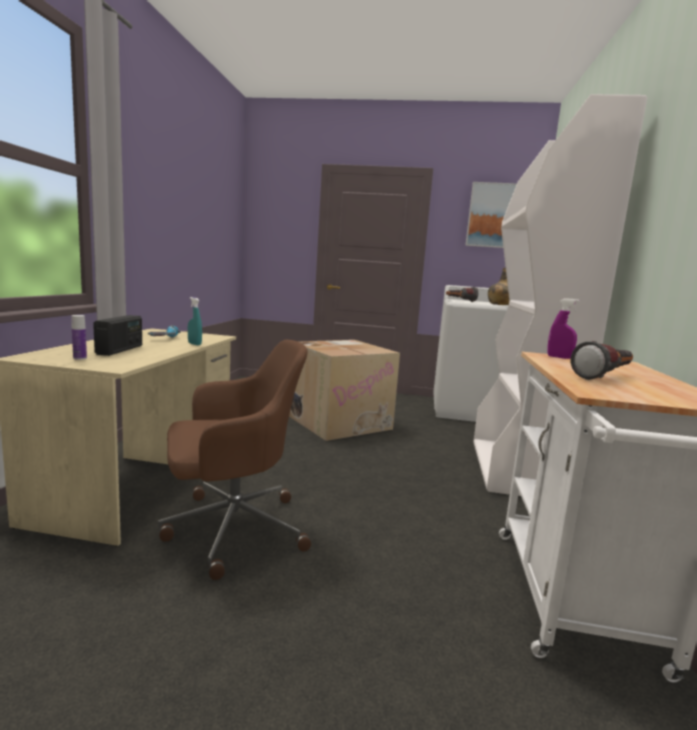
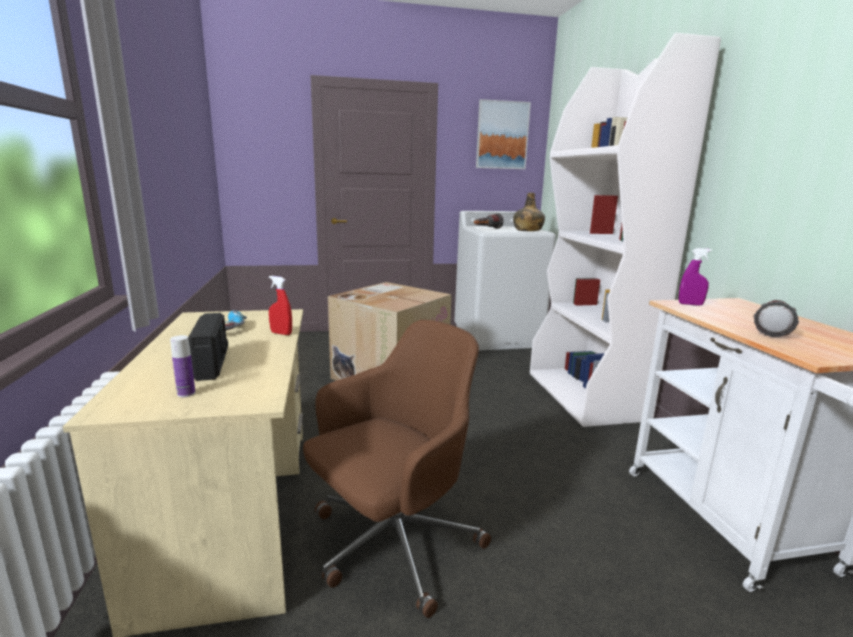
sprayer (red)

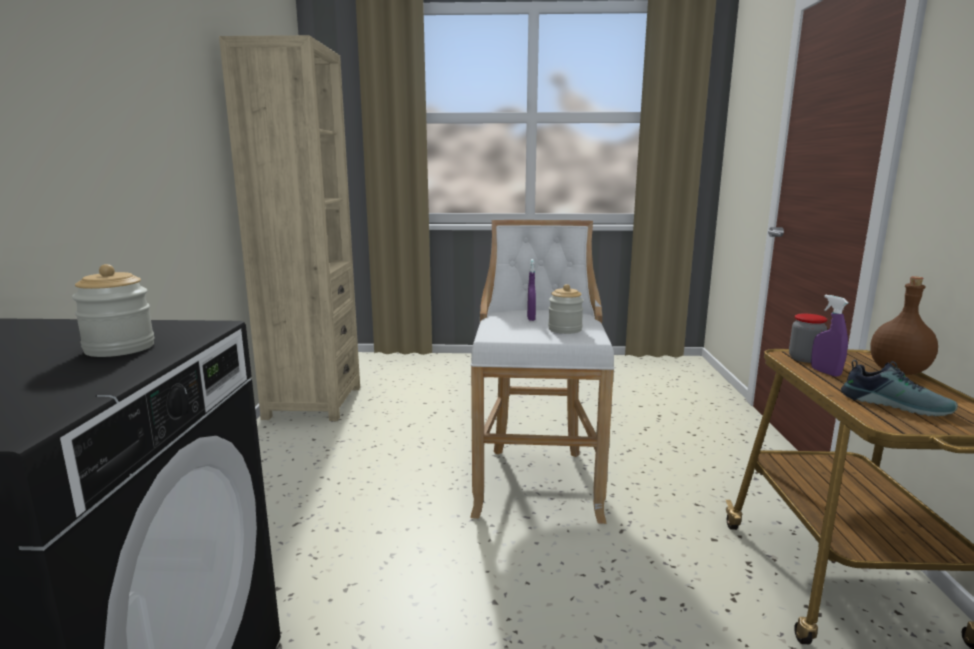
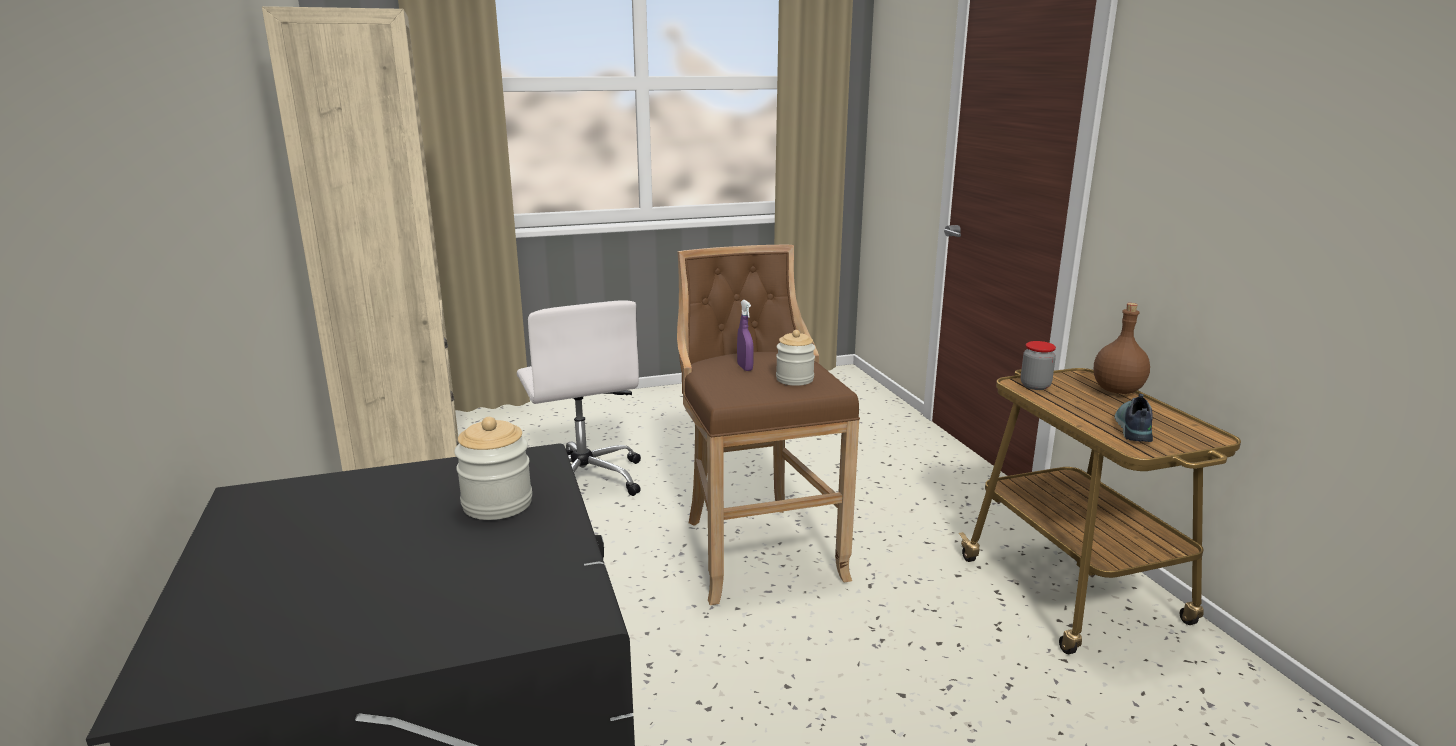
desk chair (whitish); stool (brown); low shoe; sprayer (purple-coloured) (2nd from left in the first image)

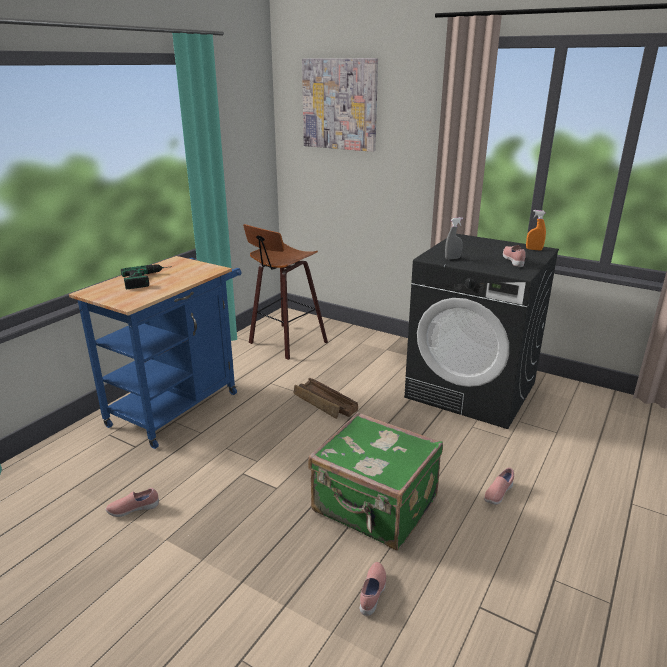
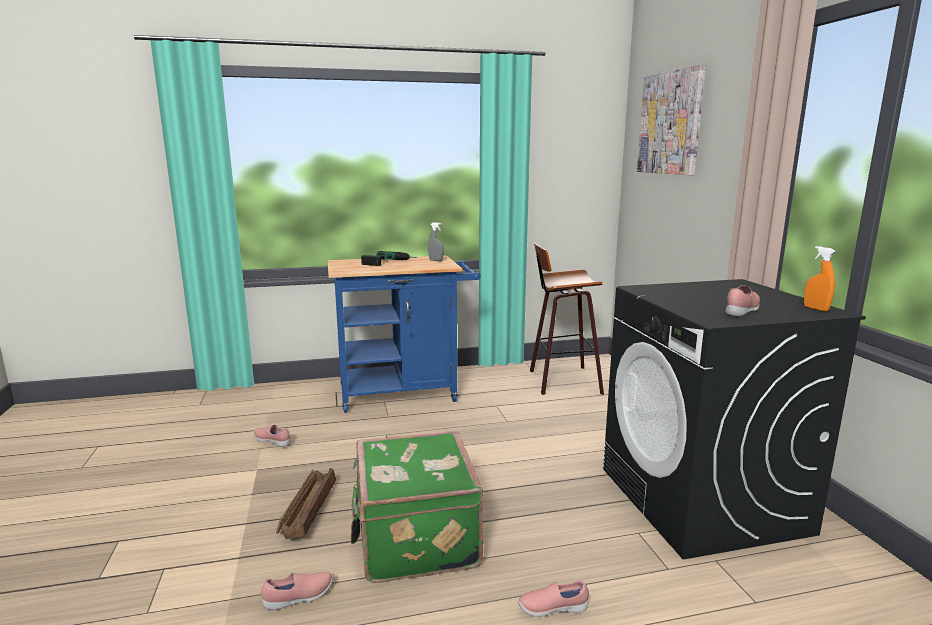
crate; sprayer (greyish)

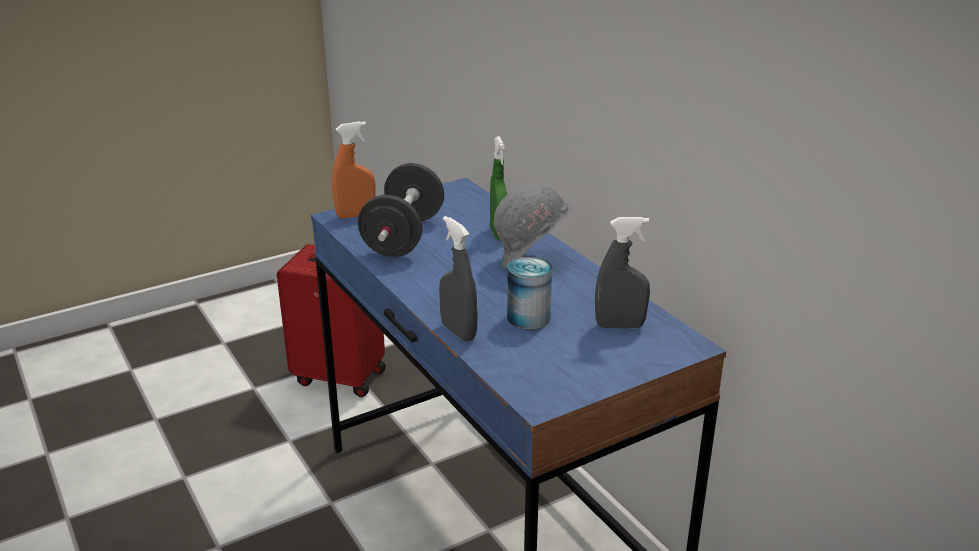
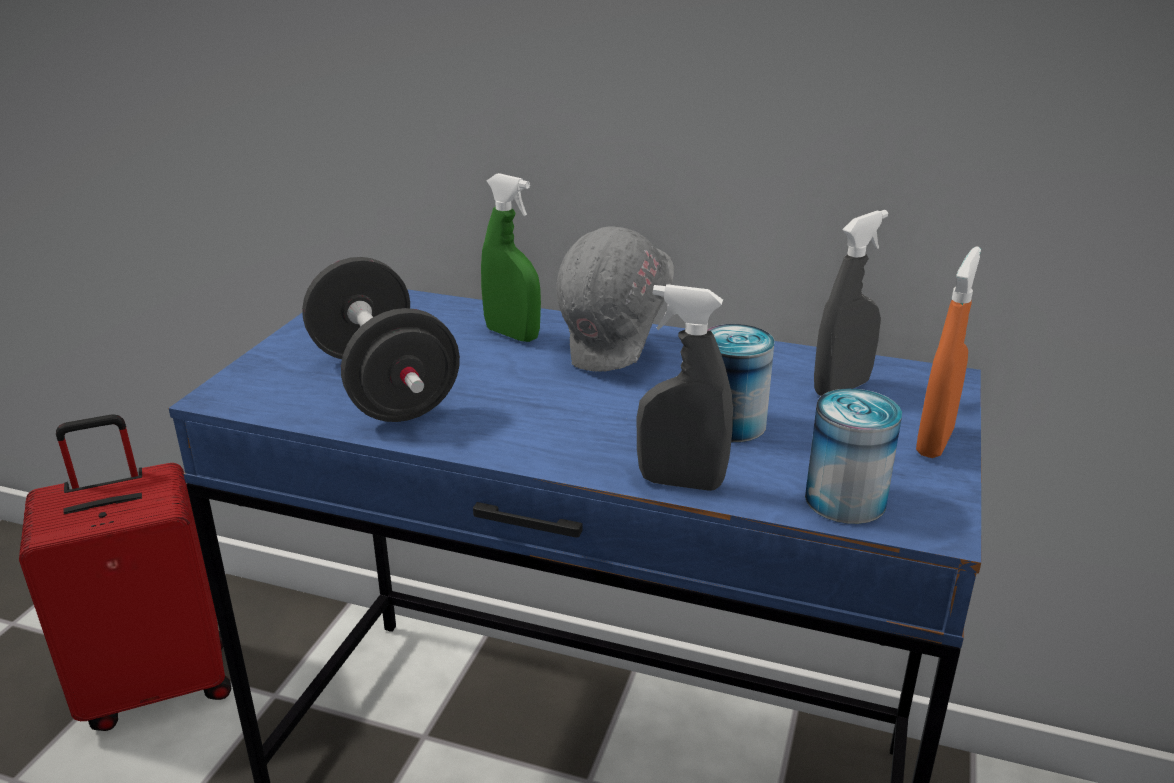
metal can (2nd from left); sprayer (orange-coloured)

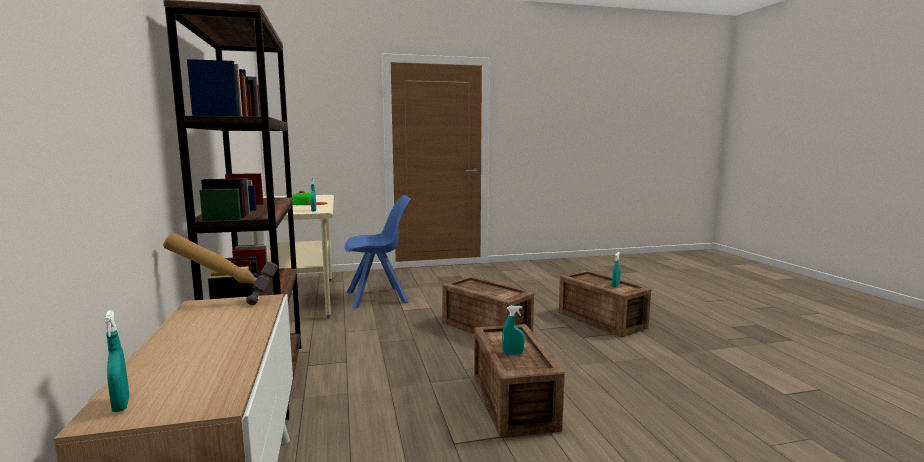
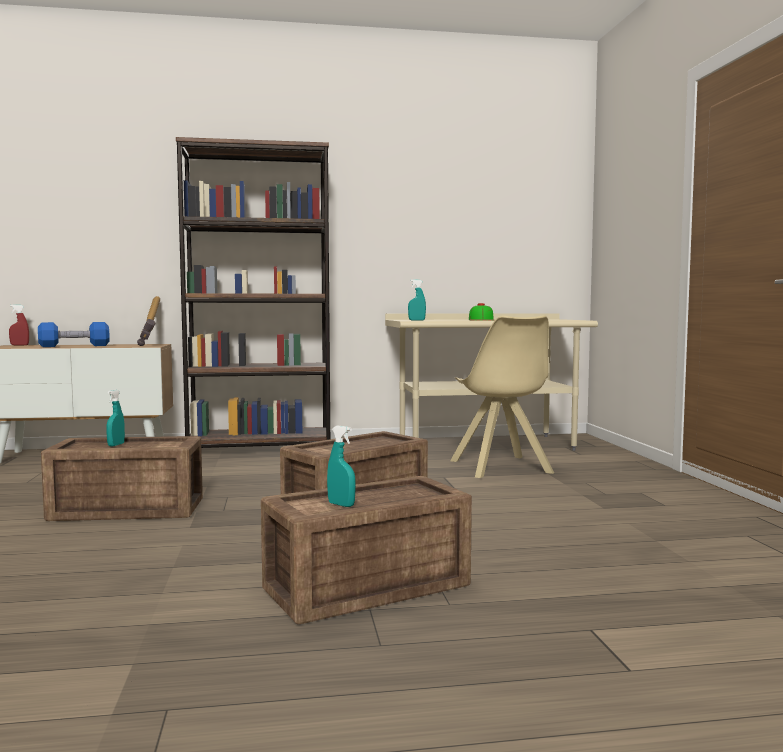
sprayer (red); dumbbell (bluish); upright chair (beige-coloured)

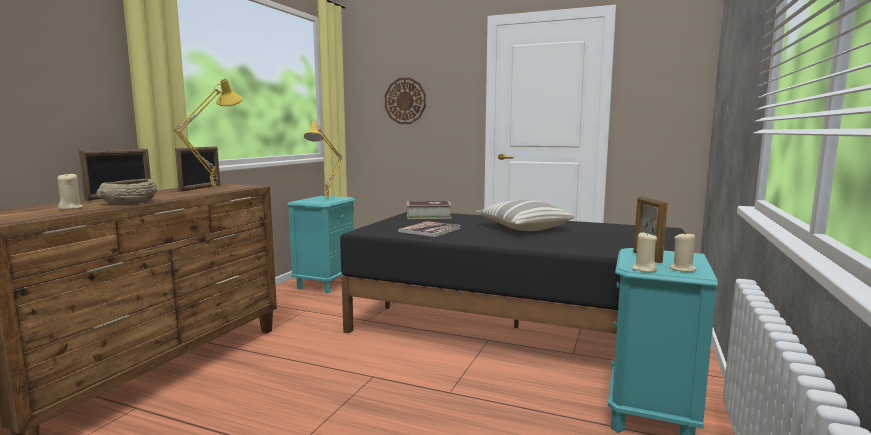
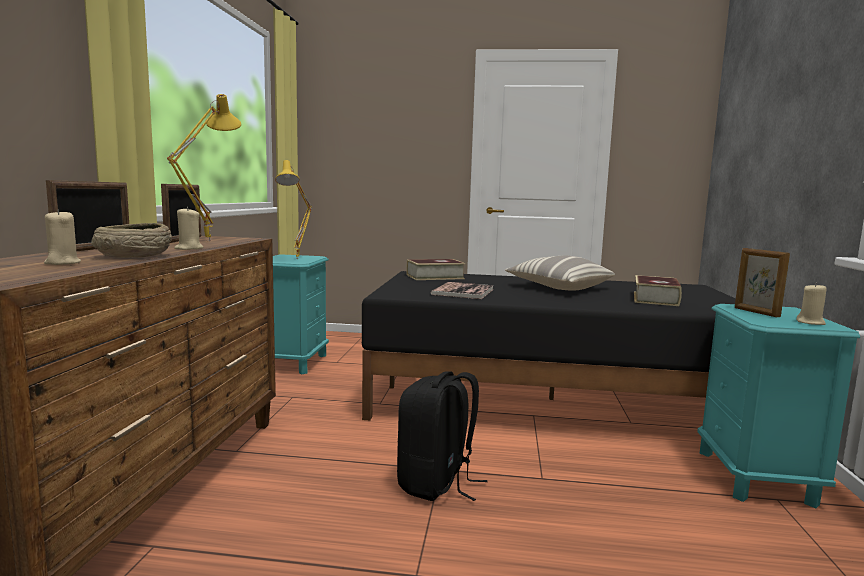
wax candle (beige-coloured) (2nd from left); knapsack (blackish); volume (3rd from left); clock on the wall

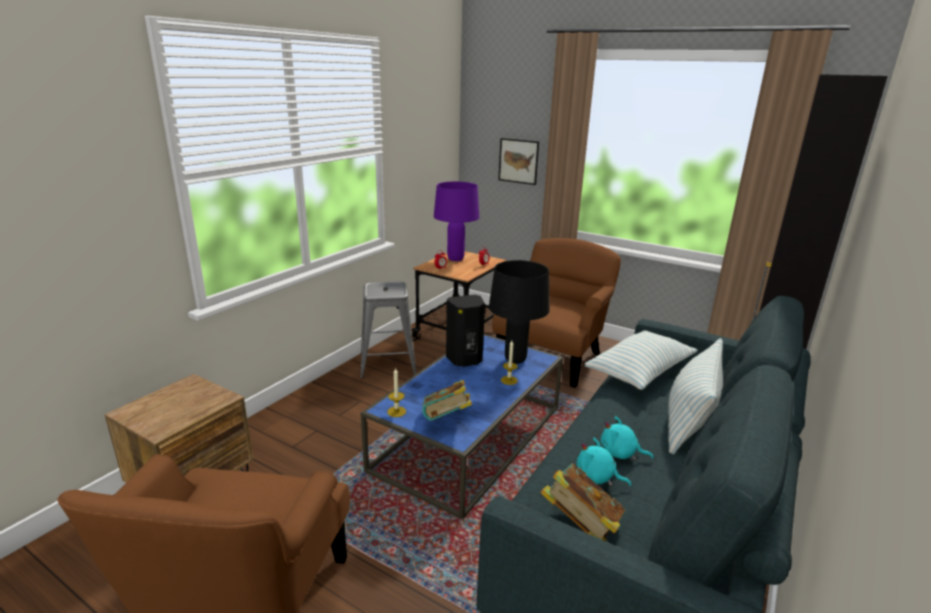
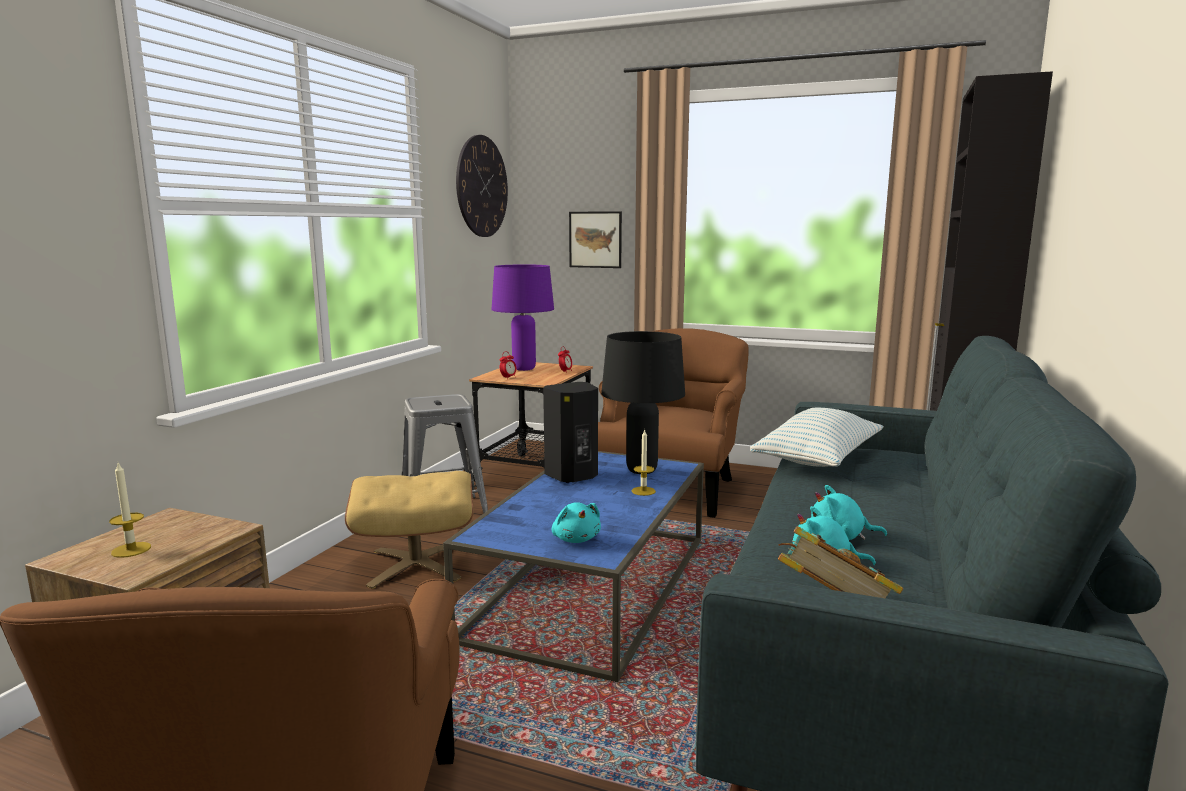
wax candle (1st from left); pouffe (beige-coloured); clock on the wall; soft toy (blue-green) (1st from left); cushion (2nd from left in the first image)

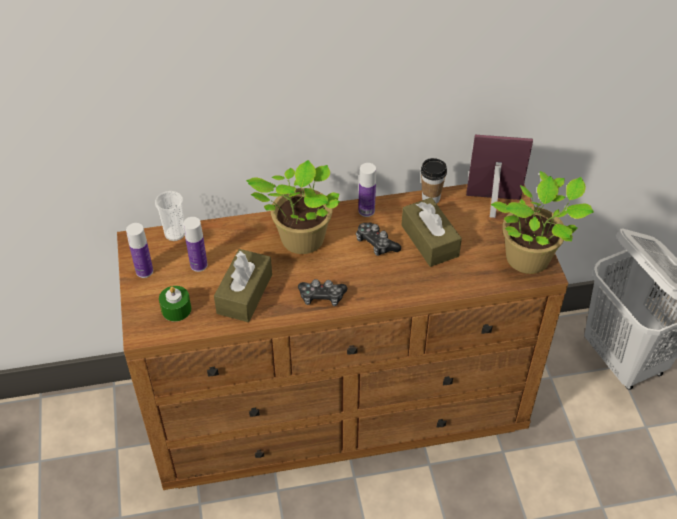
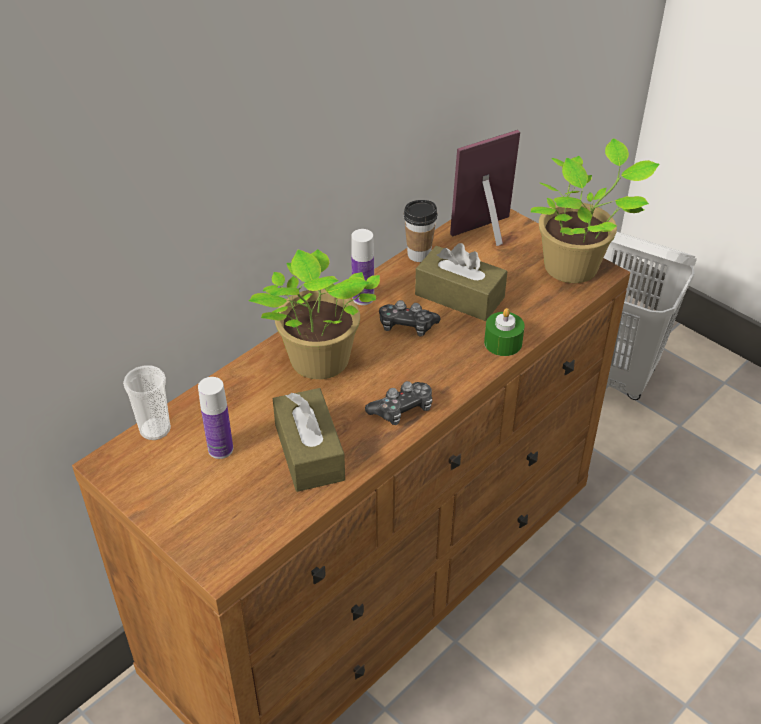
wax candle (greenish); drink bottle (1st from left in the first image)

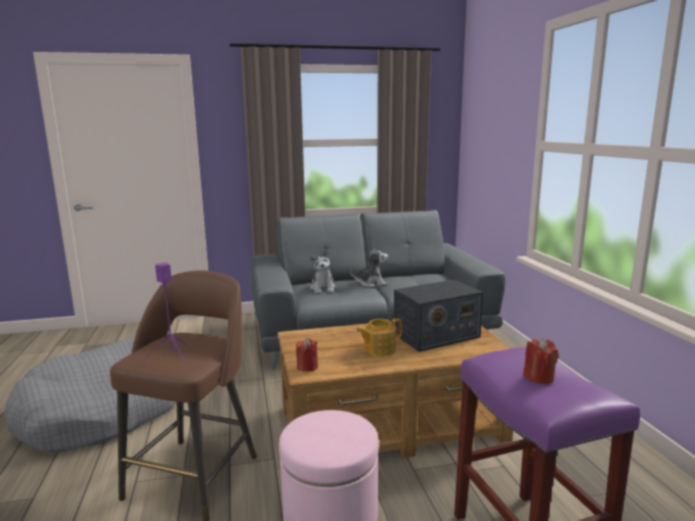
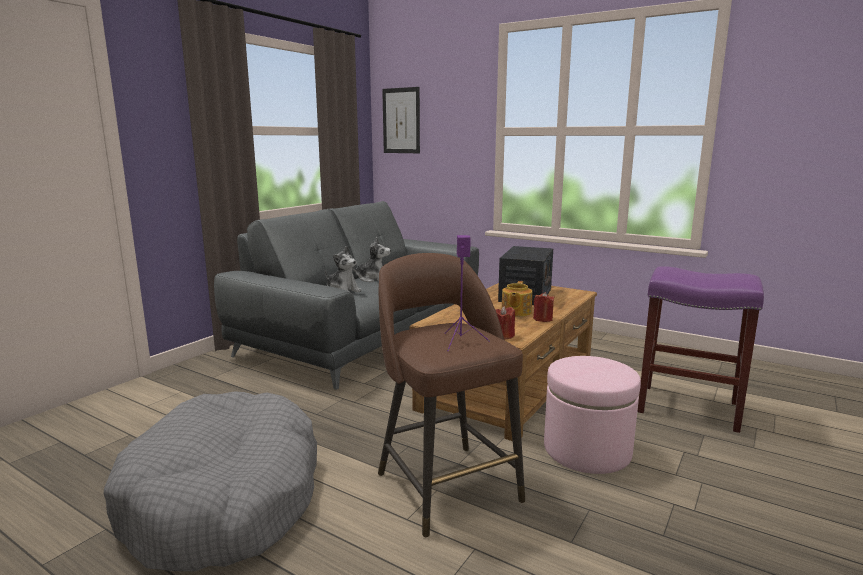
soft toy (2nd from left); wall picture; wax candle (red) (2nd from left)

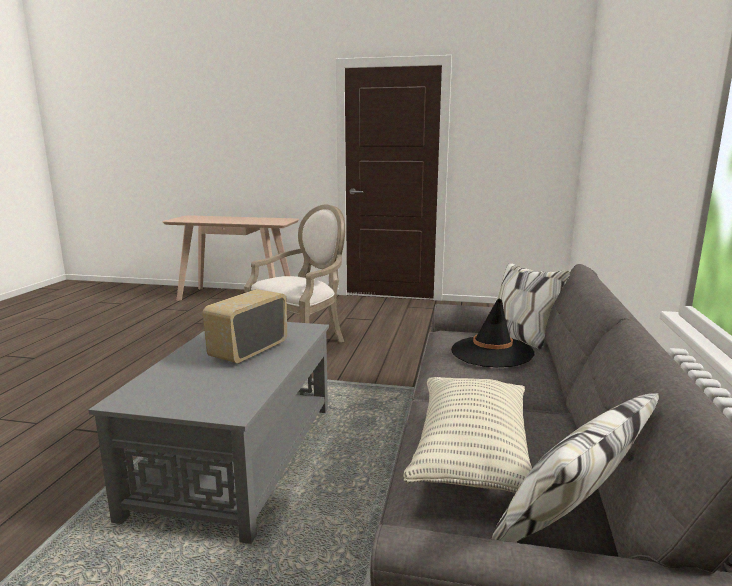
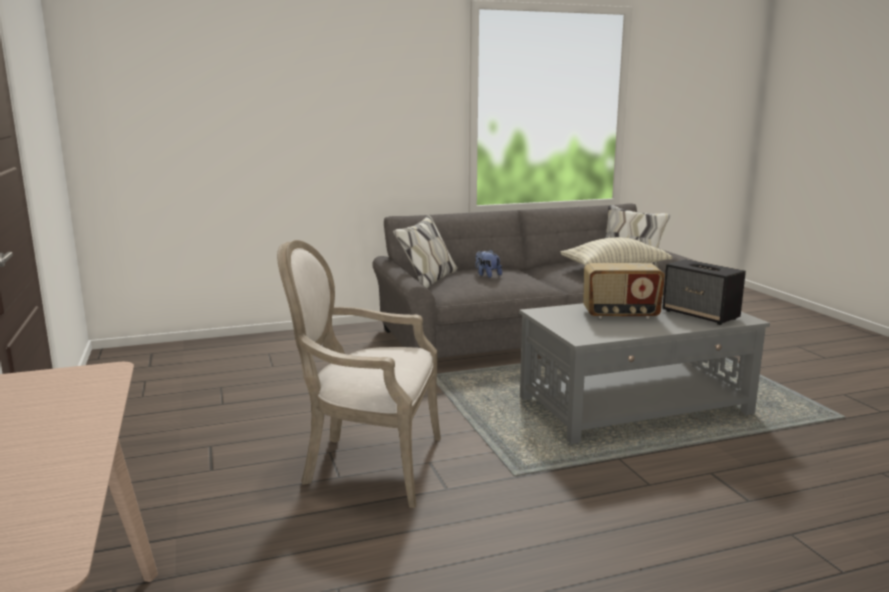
soft toy; audio speaker

